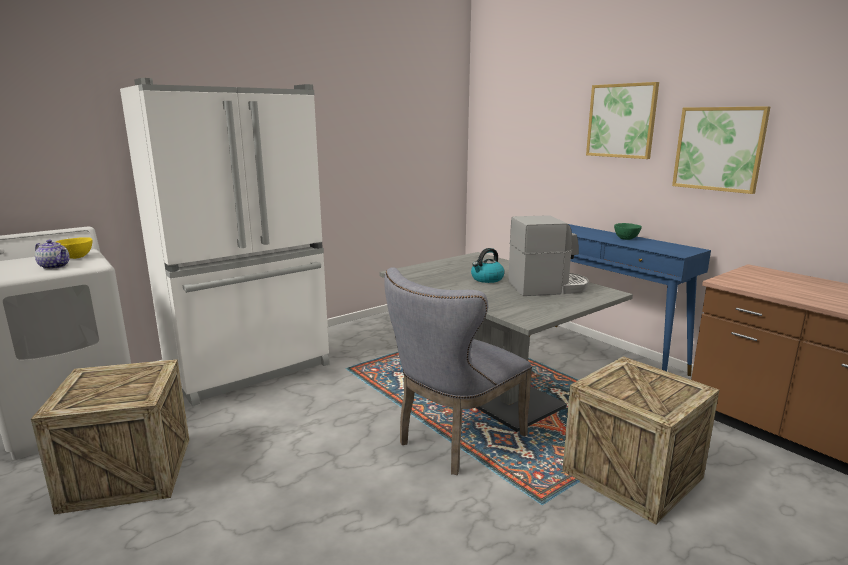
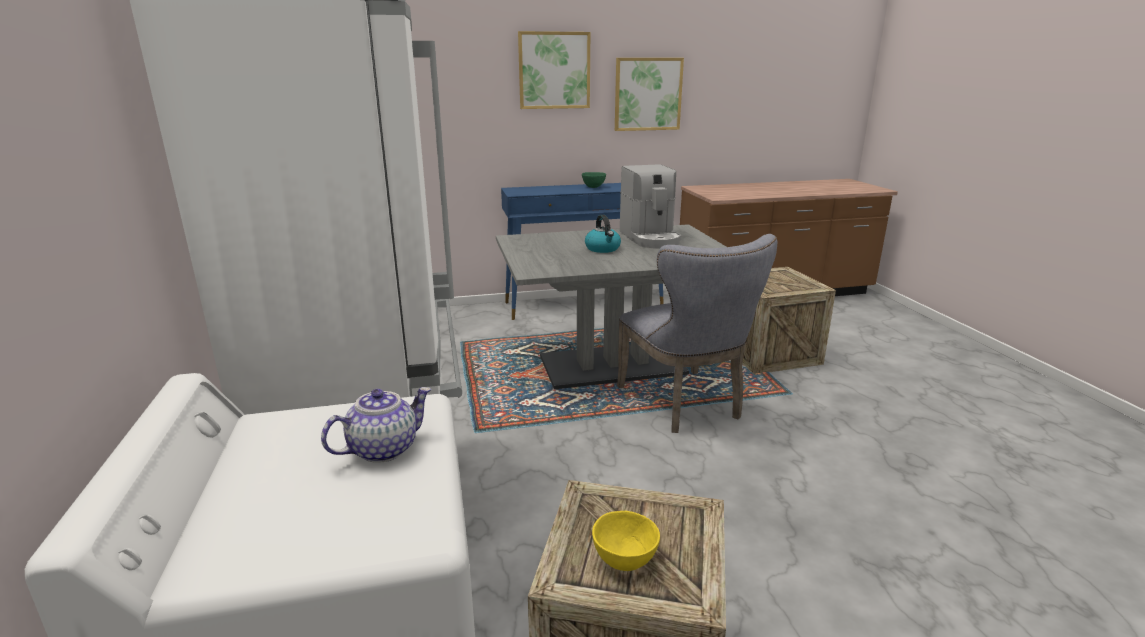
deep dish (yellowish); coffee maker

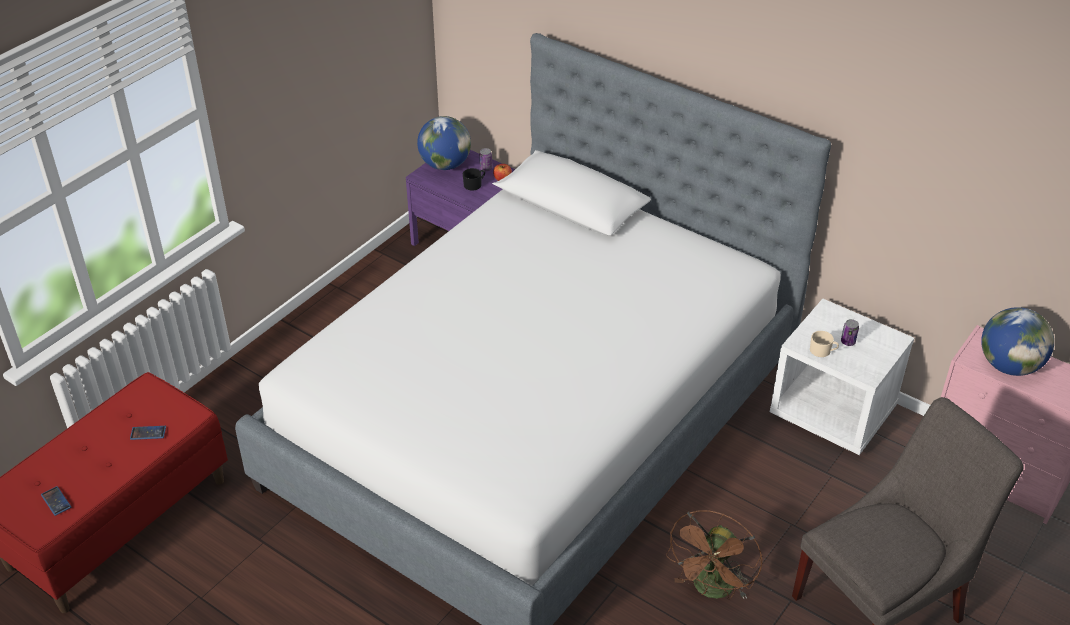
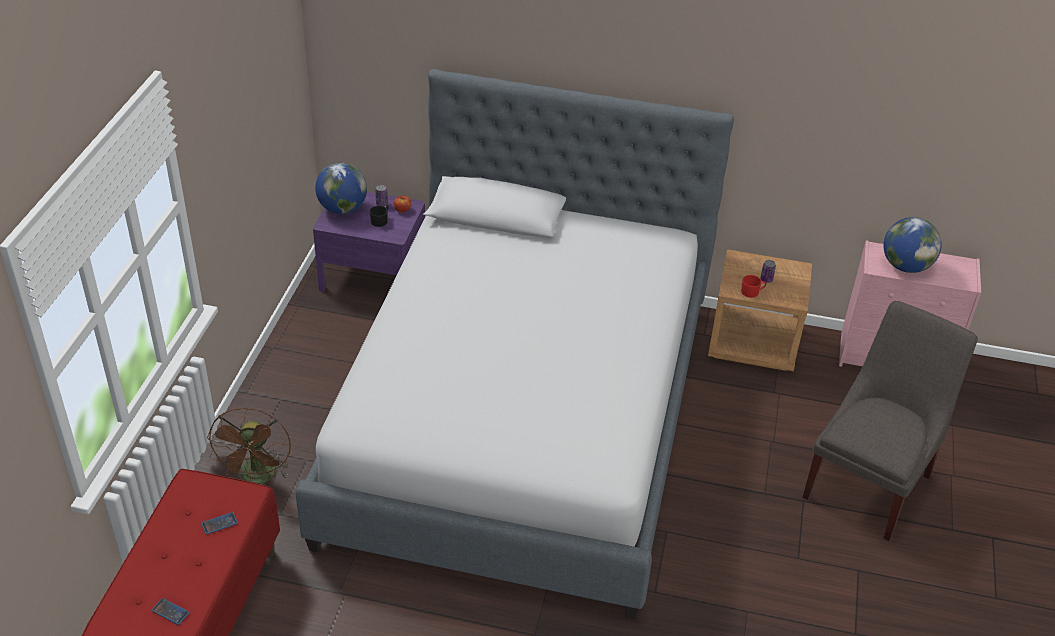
fan (brown); bedside table (brown); mug (red)

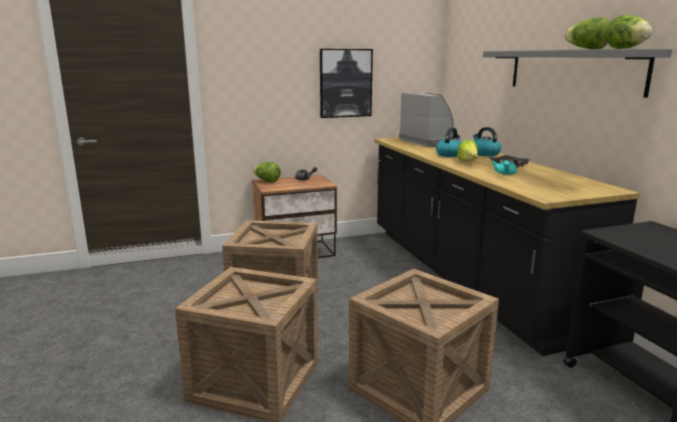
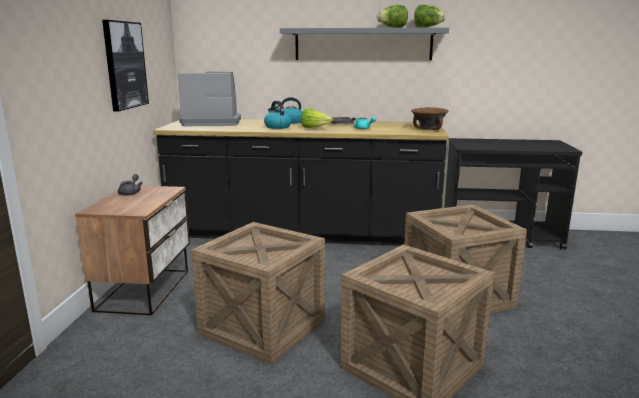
deep dish (brown); lettuce (1st from left in the first image)

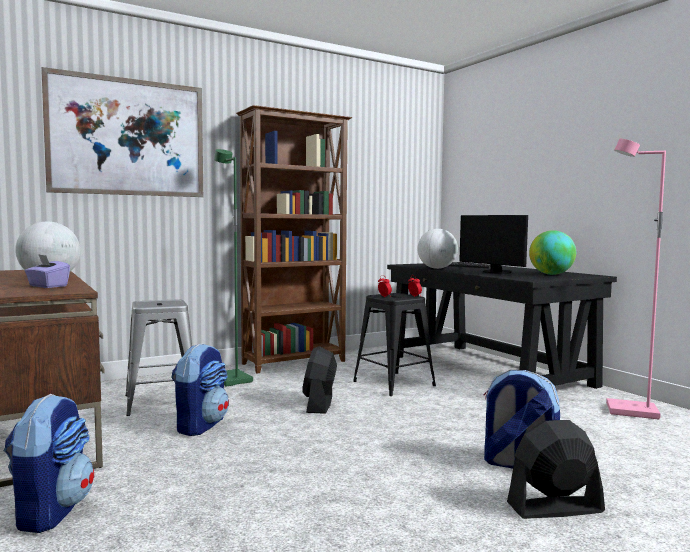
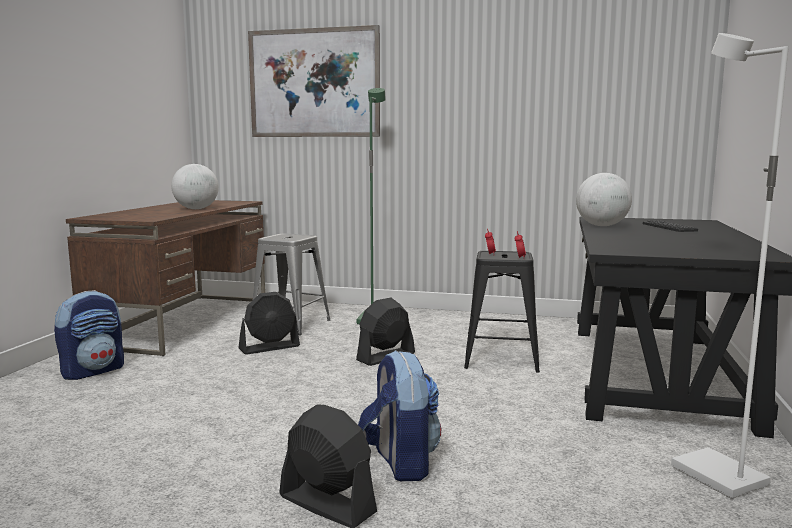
fan (blackish) (1st from left); standard lamp (whitish); box of tissues (purple-coloured); bookcase (brown); monitor; desk globe (3rd from left in the first image)

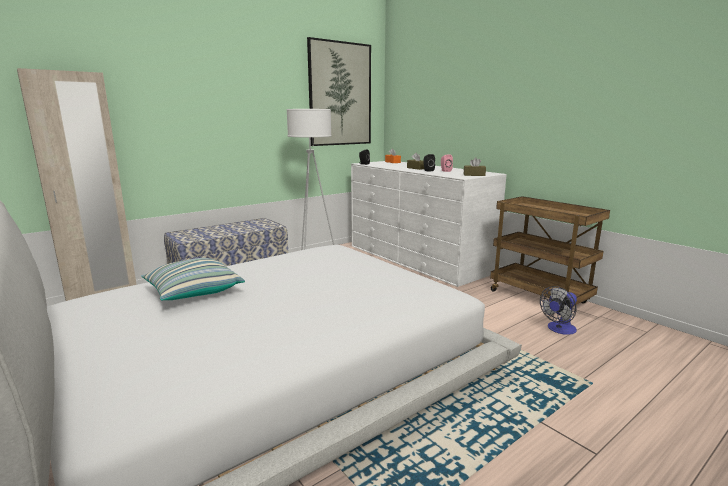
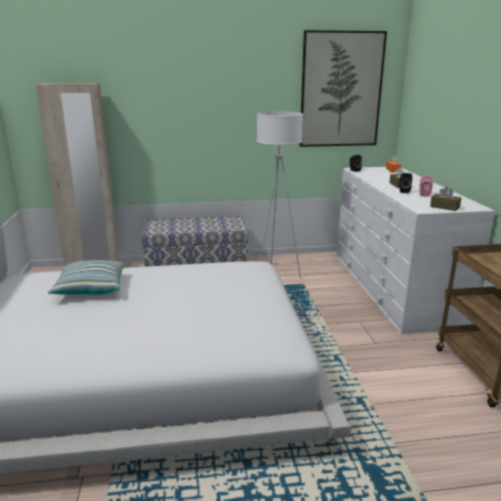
fan

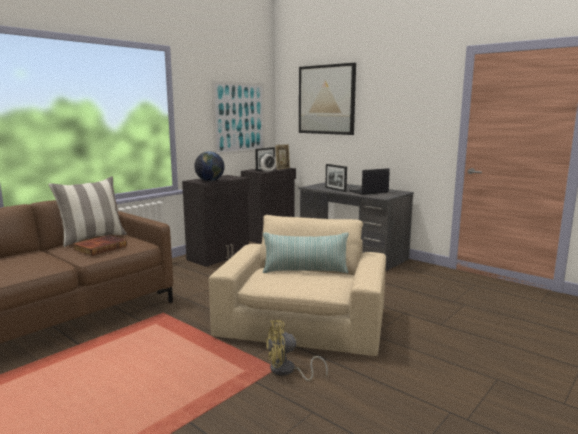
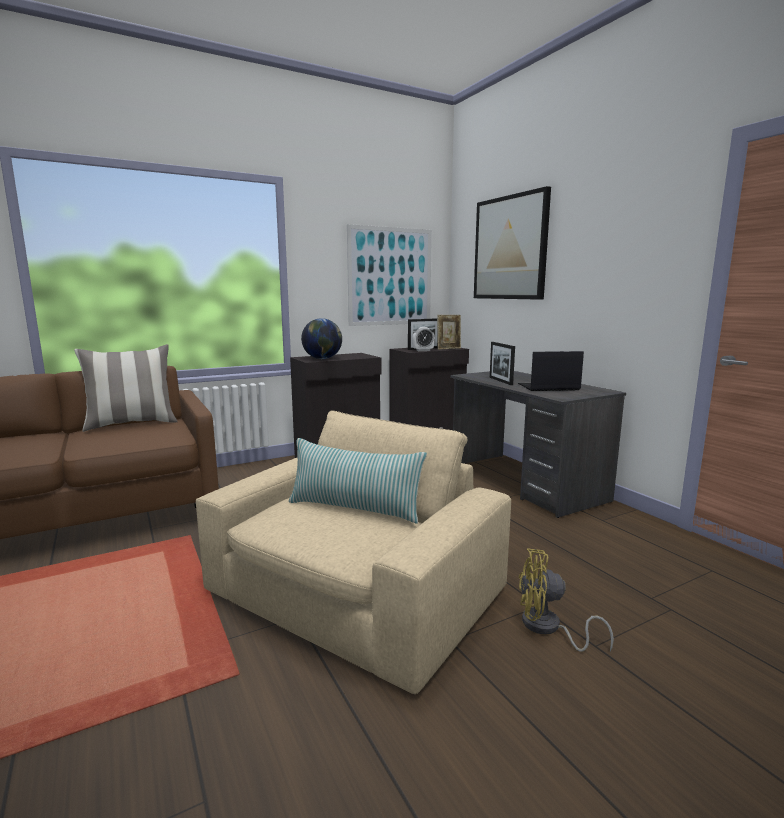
fan (yellowish); volume

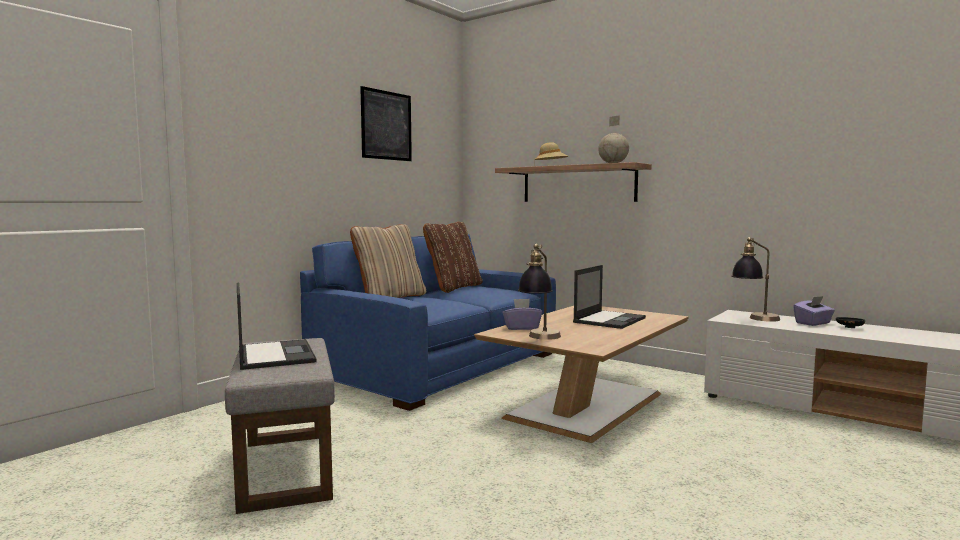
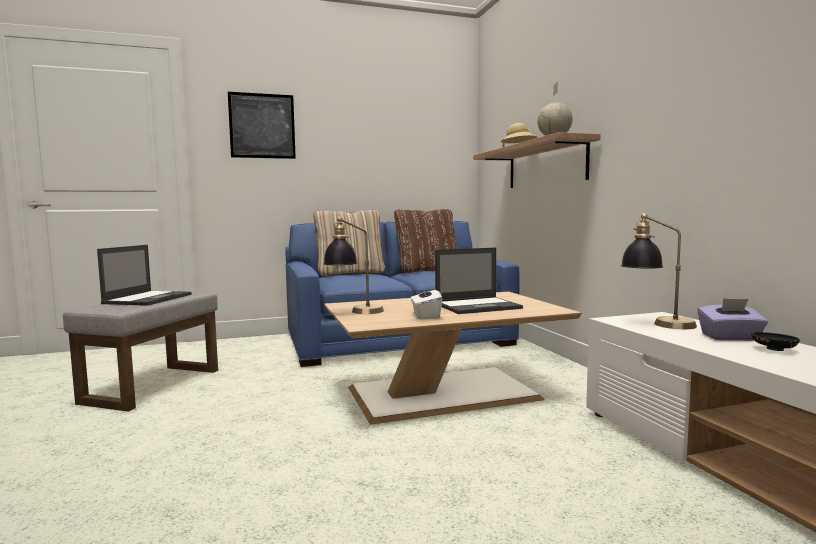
wall picture; box of tissues (whitish); box of tissues (purple-coloured) (1st from left in the first image)

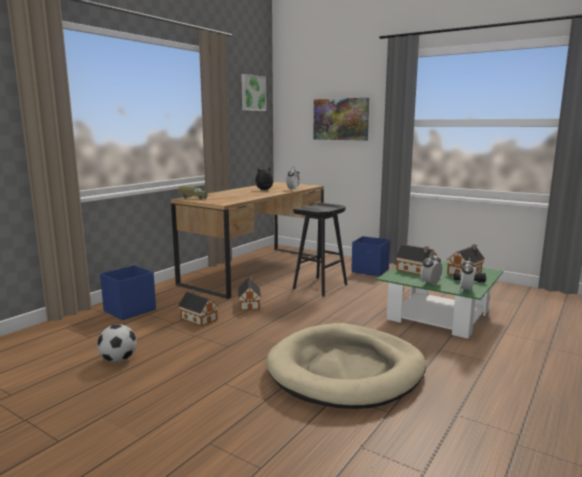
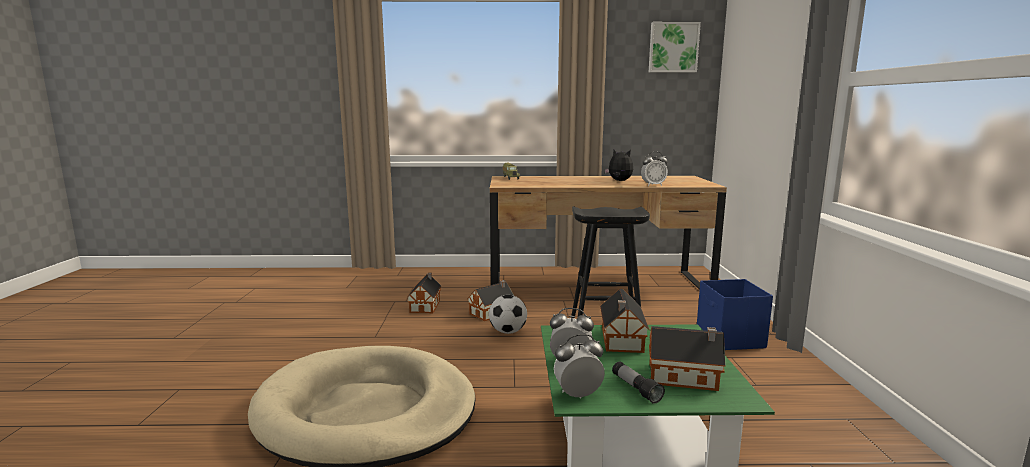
football; storage bin (bluish) (1st from left in the first image); wall picture (2nd from left in the first image)

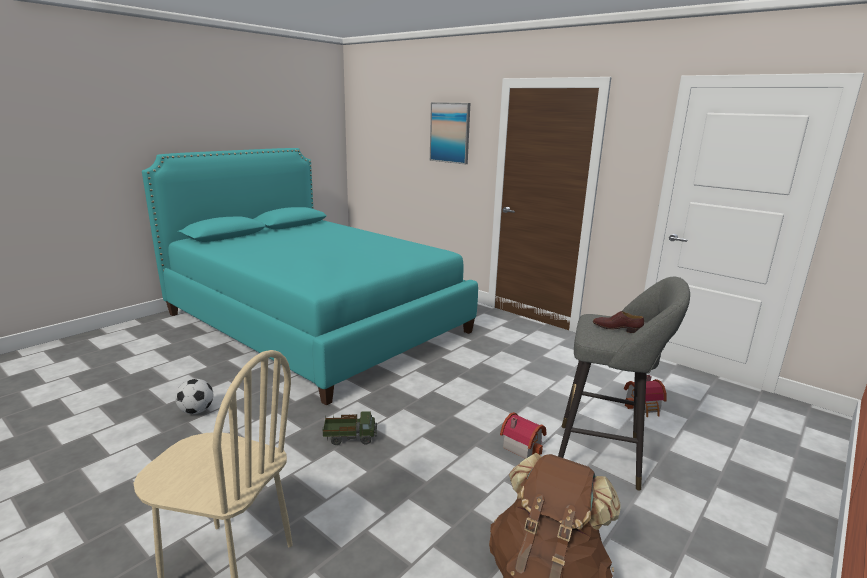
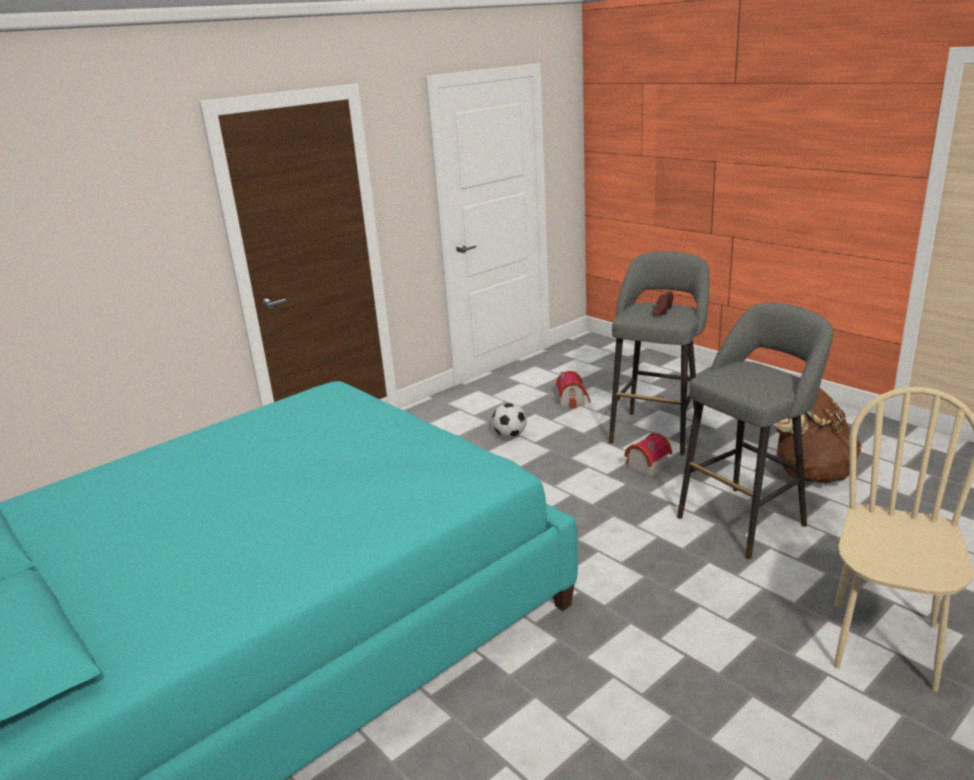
football; stool (greyish) (2nd from left); toy truck; wall picture

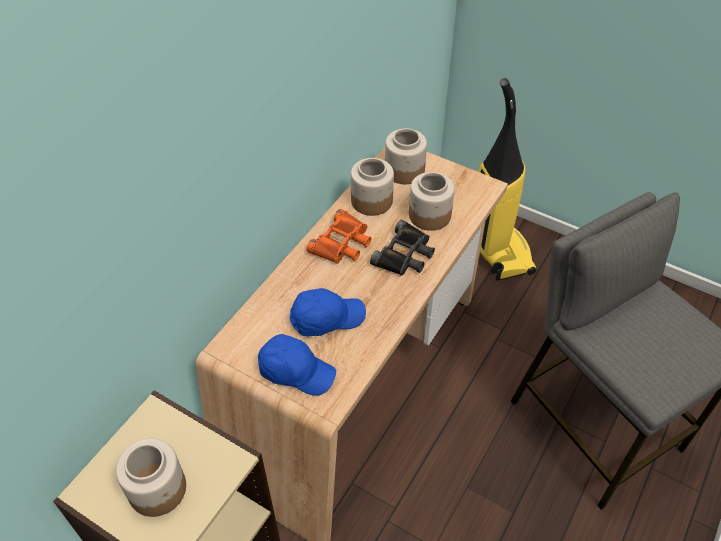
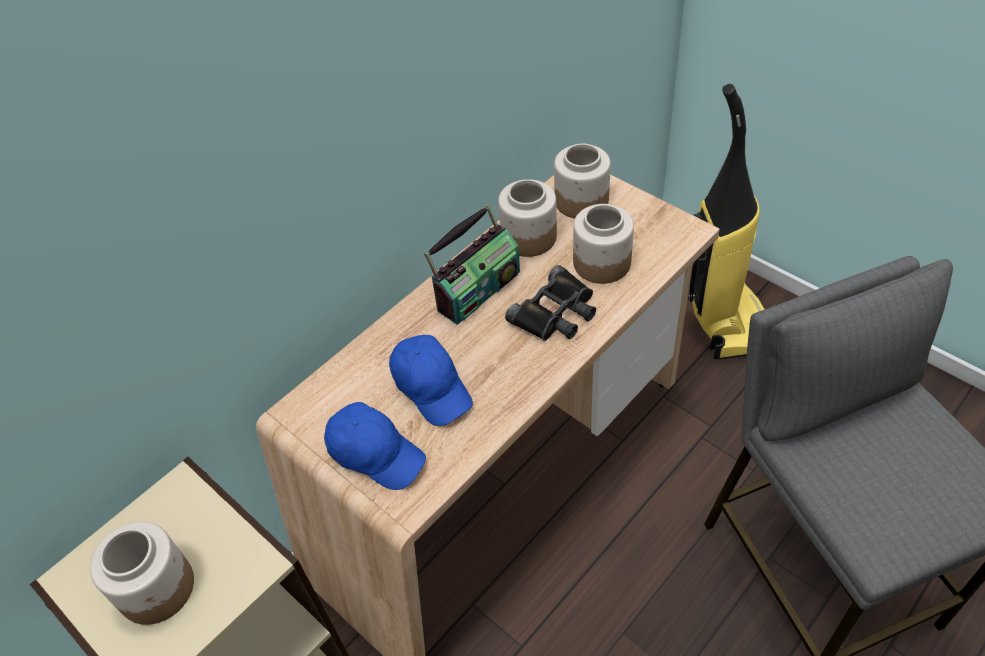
cap (bluish) (2nd from left); radio receiver

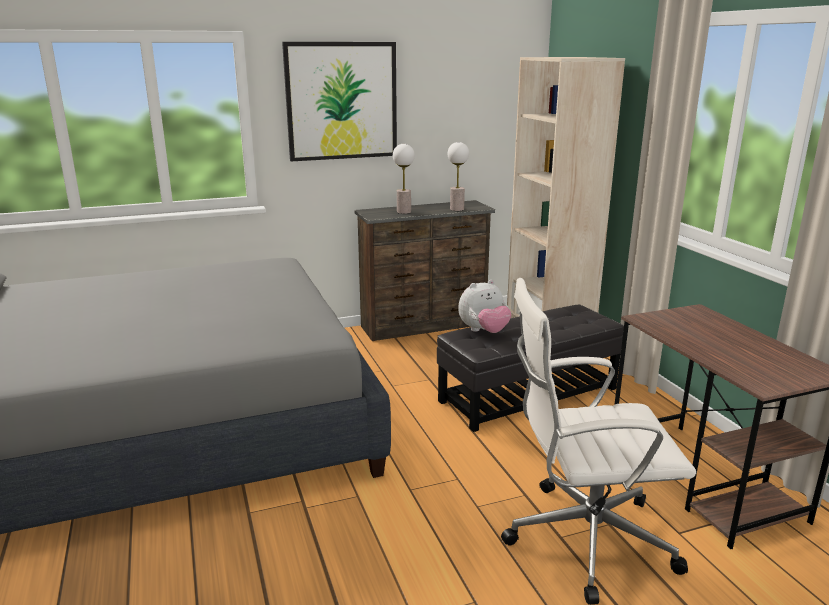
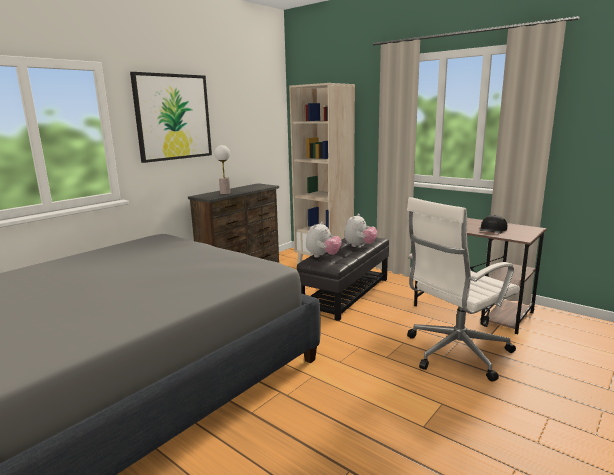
soft toy (2nd from left); cap (blackish); table lamp (2nd from left in the first image)

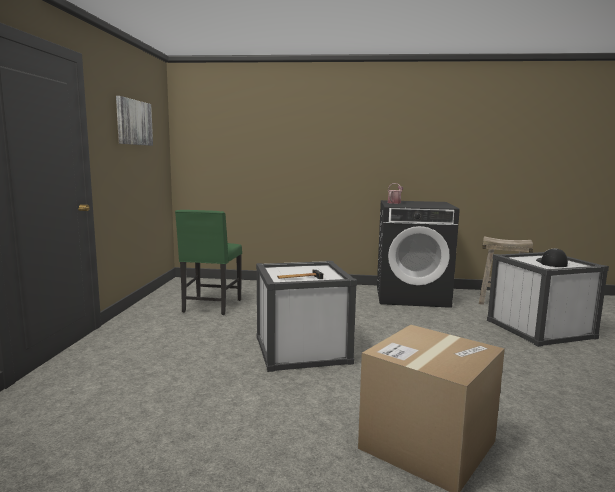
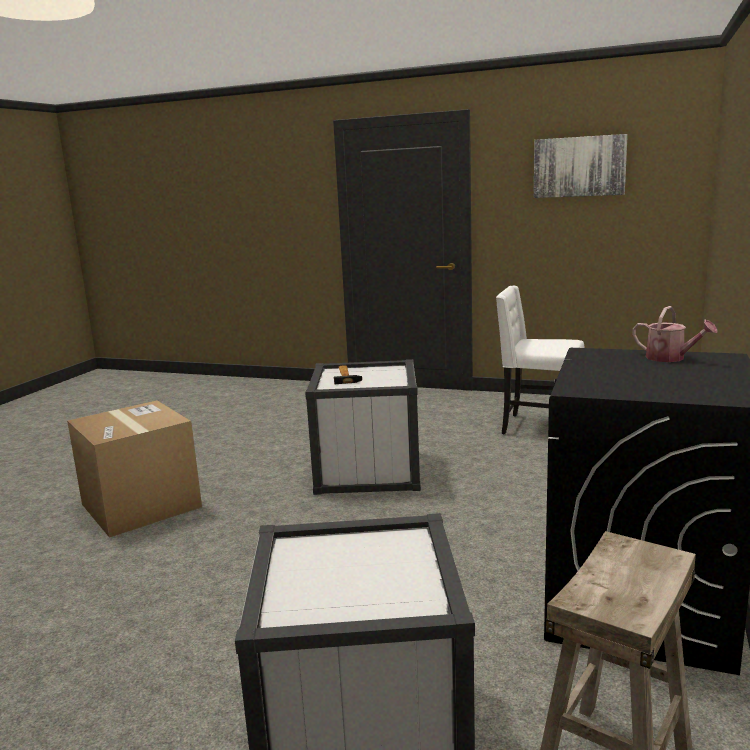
upright chair (whitish); cap

